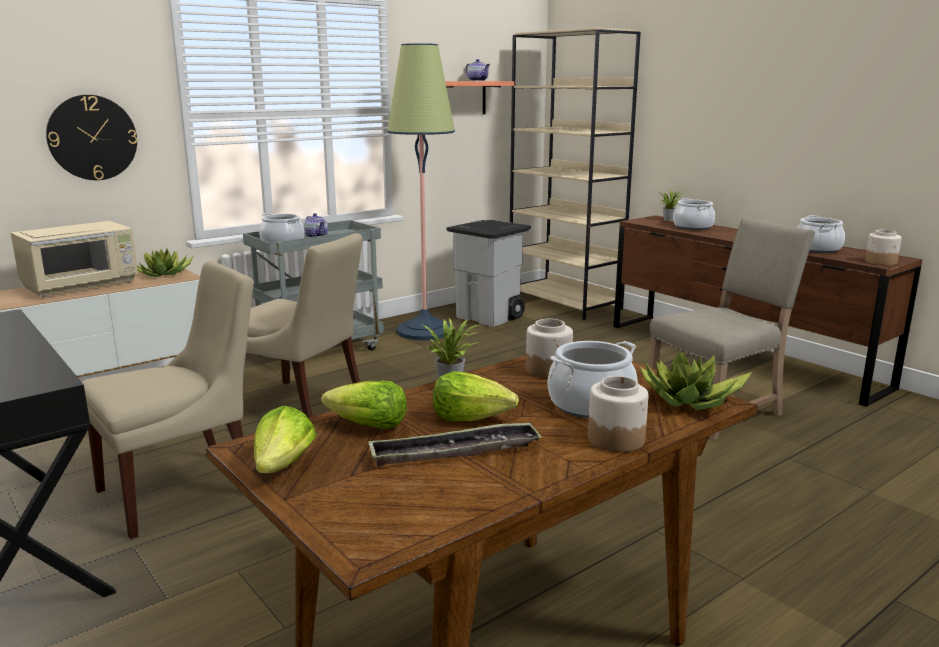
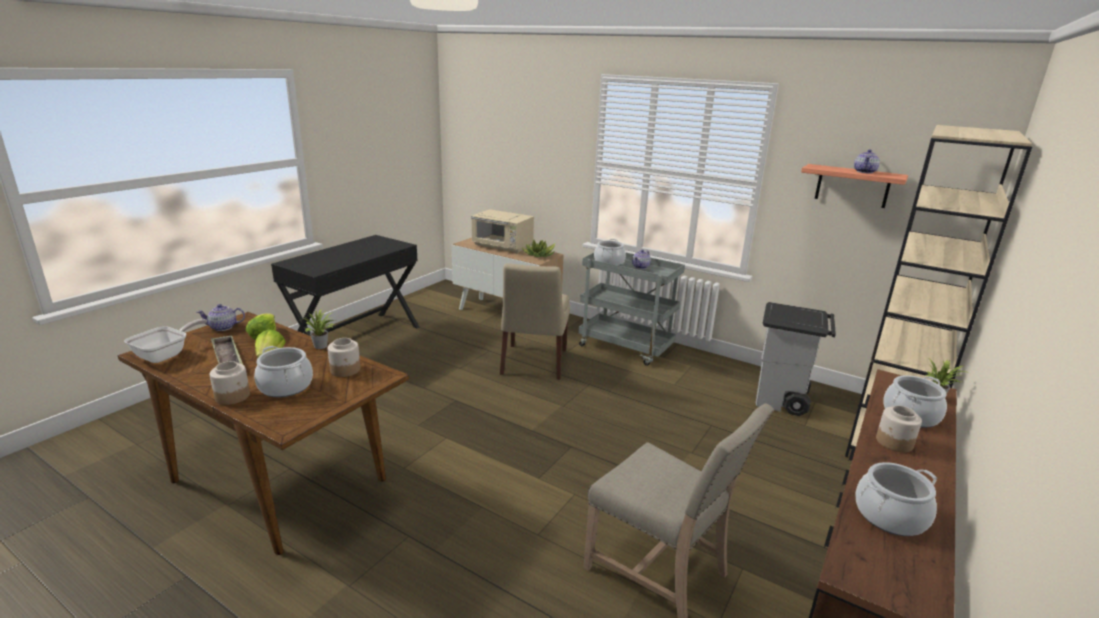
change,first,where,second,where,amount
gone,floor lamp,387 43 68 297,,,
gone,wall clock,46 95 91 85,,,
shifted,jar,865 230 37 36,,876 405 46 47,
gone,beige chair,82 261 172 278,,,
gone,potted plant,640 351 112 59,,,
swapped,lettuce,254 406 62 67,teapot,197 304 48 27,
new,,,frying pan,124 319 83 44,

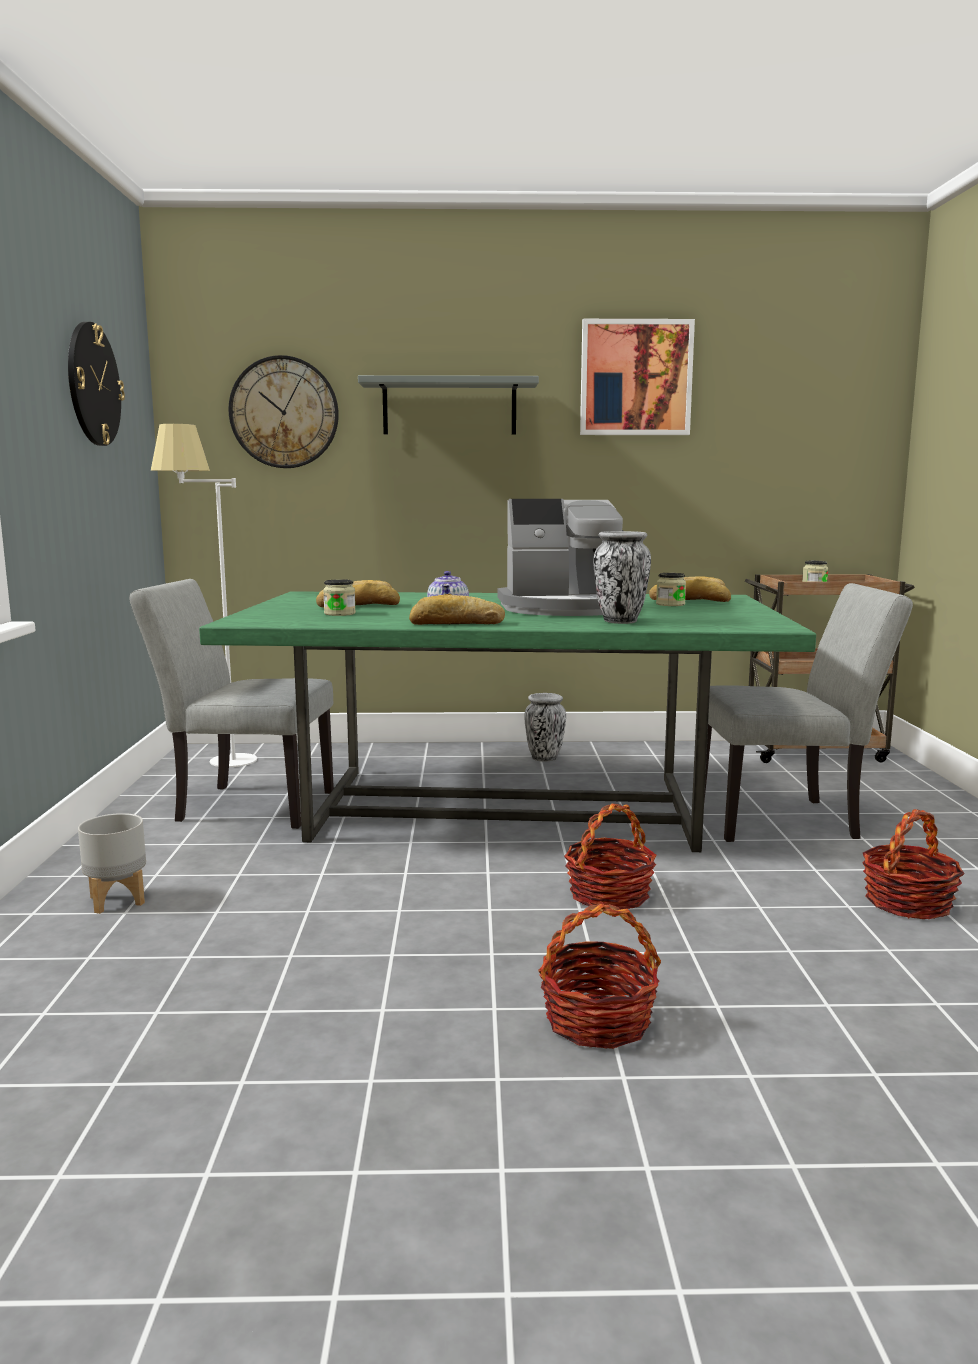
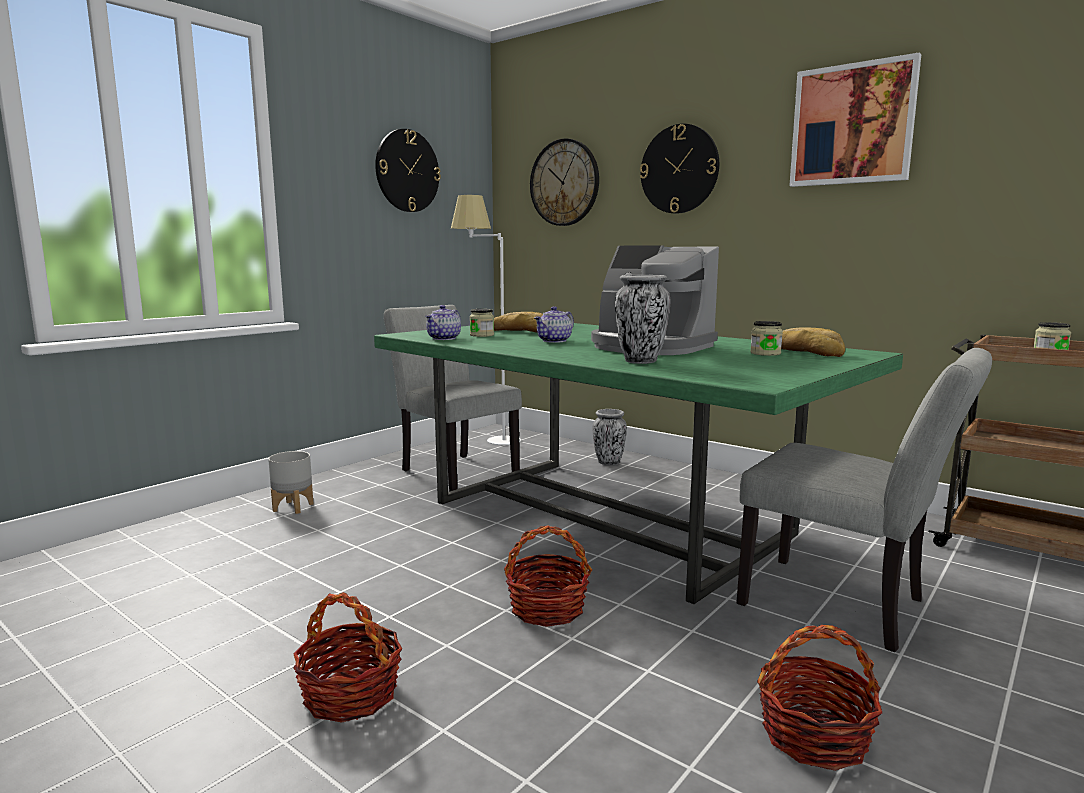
change,first,where,second,where,amount
swapped,grey shelf,358 375 181 60,wall clock,640 124 79 90,
gone,bread,409 594 96 31,,,
shifted,vase,524 693 42 69,,593 409 34 56,
new,,,teapot,425 305 36 35,

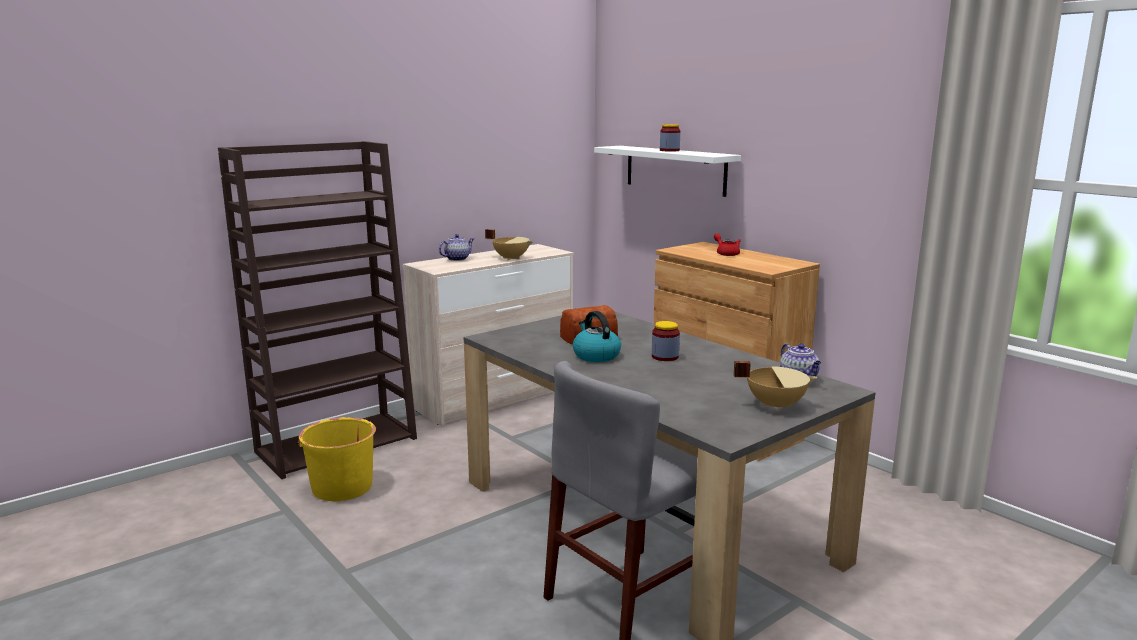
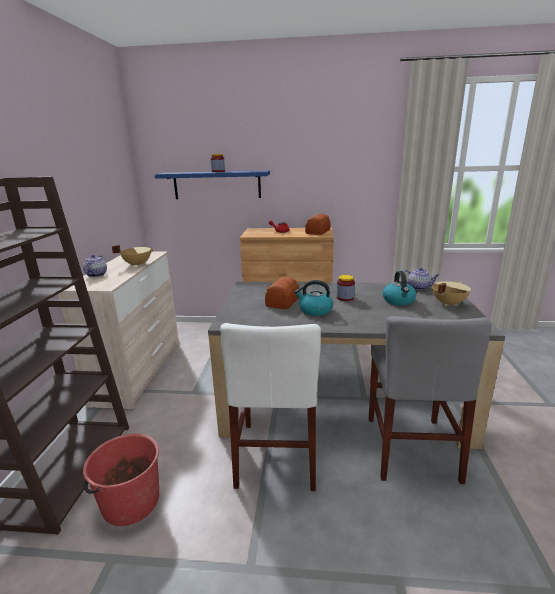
change,first,where,second,where,amount
repainted,white shelf,594 146 147 51,blue shelf,155 170 115 29,
repainted,yellow bucket,296 417 81 84,red bucket,83 434 76 92,
new,,,bread,305 214 26 21,
new,,,kettle,383 271 33 35,
new,,,white chair,220 323 101 168,

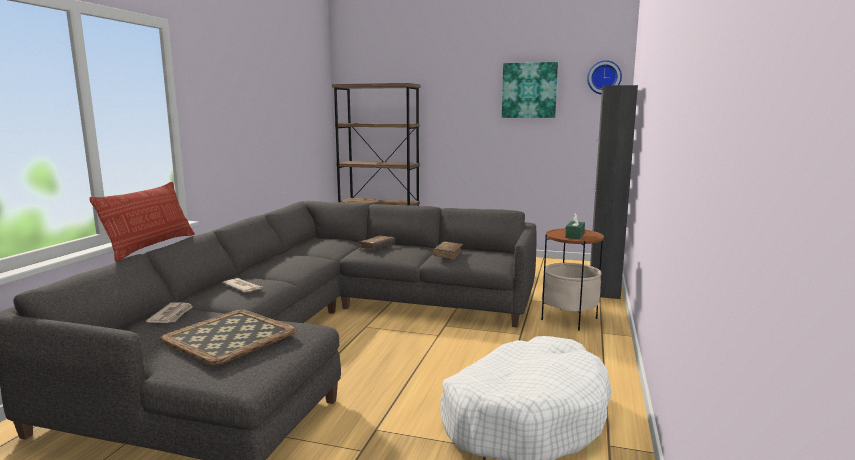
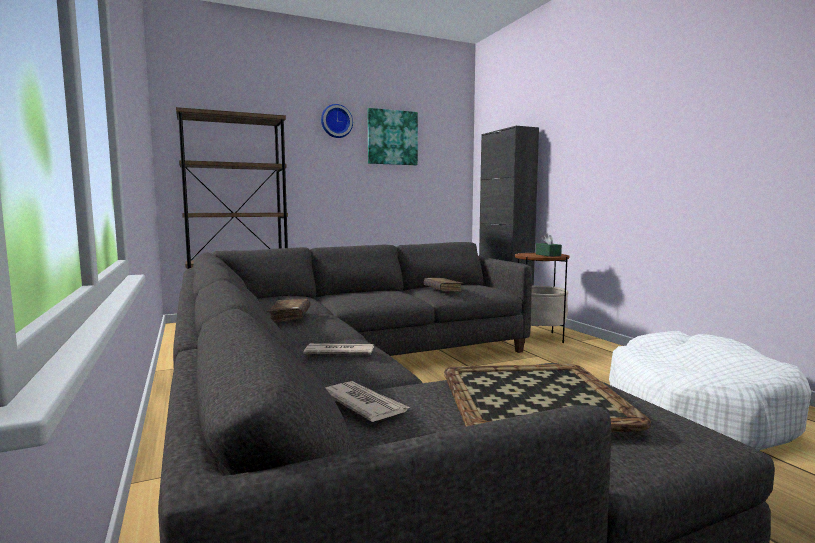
change,first,where,second,where,amount
shifted,wall clock,587 60 35 35,,321 104 32 34,
gone,pillow,89 182 106 80,,,
shifted,brown book,357 235 38 15,,267 299 43 24,

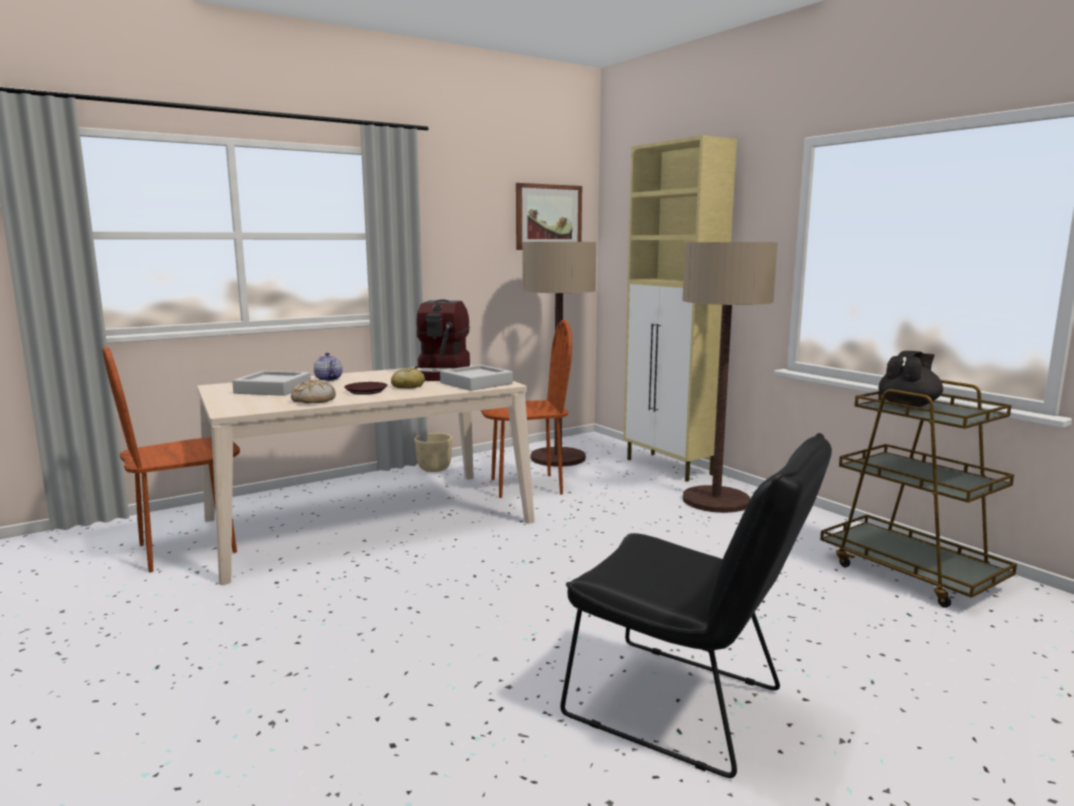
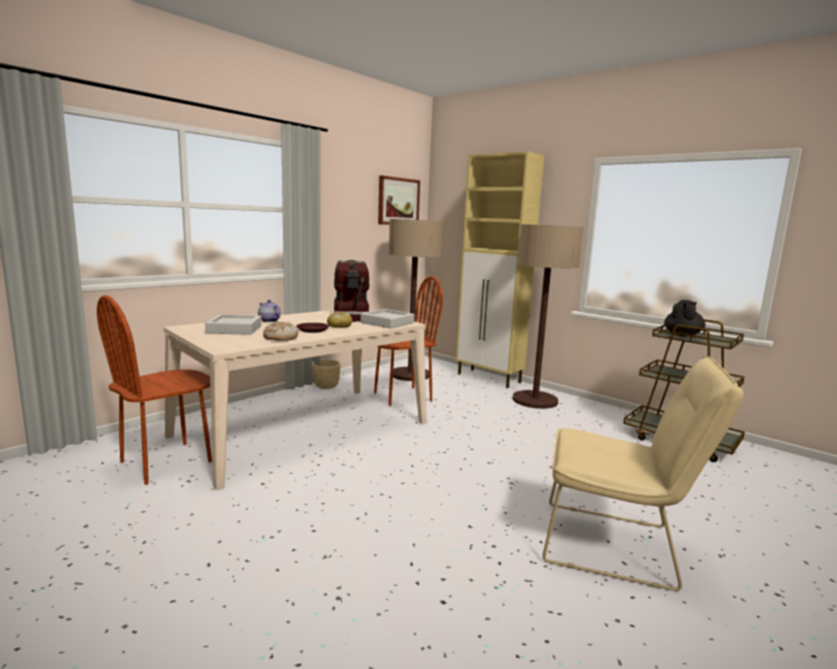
change,first,where,second,where,amount
repainted,black chair,560 433 272 345,beige chair,543 356 200 235,

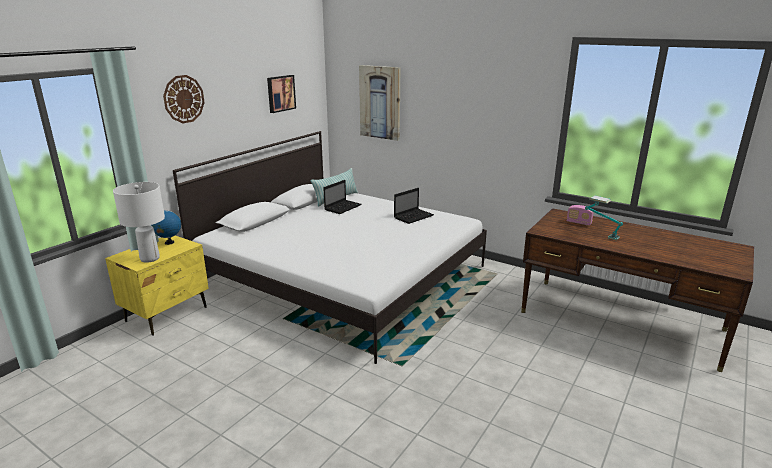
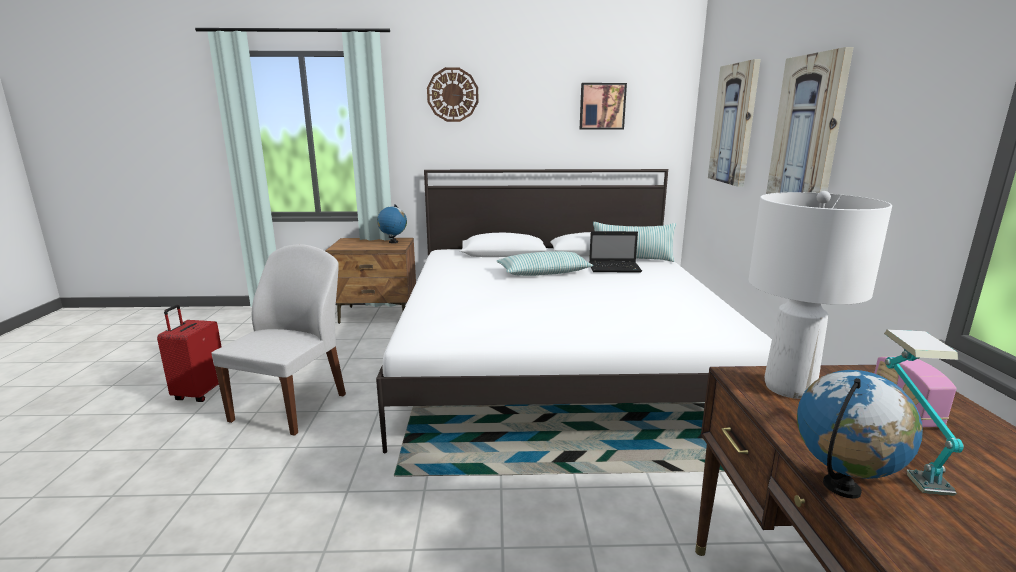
change,first,where,second,where,amount
shifted,white table lamp,113 182 52 81,,749 191 143 208,
gone,laptop,394 188 40 36,,,
repainted,yellow nightstand,105 235 104 101,brown nightstand,325 238 91 86,
new,,,picture,766 47 88 147,
new,,,white chair,211 244 135 192,
new,,,pillow,497 251 97 25,
new,,,red suitcase,157 305 64 97,
new,,,globe,797 370 126 129,

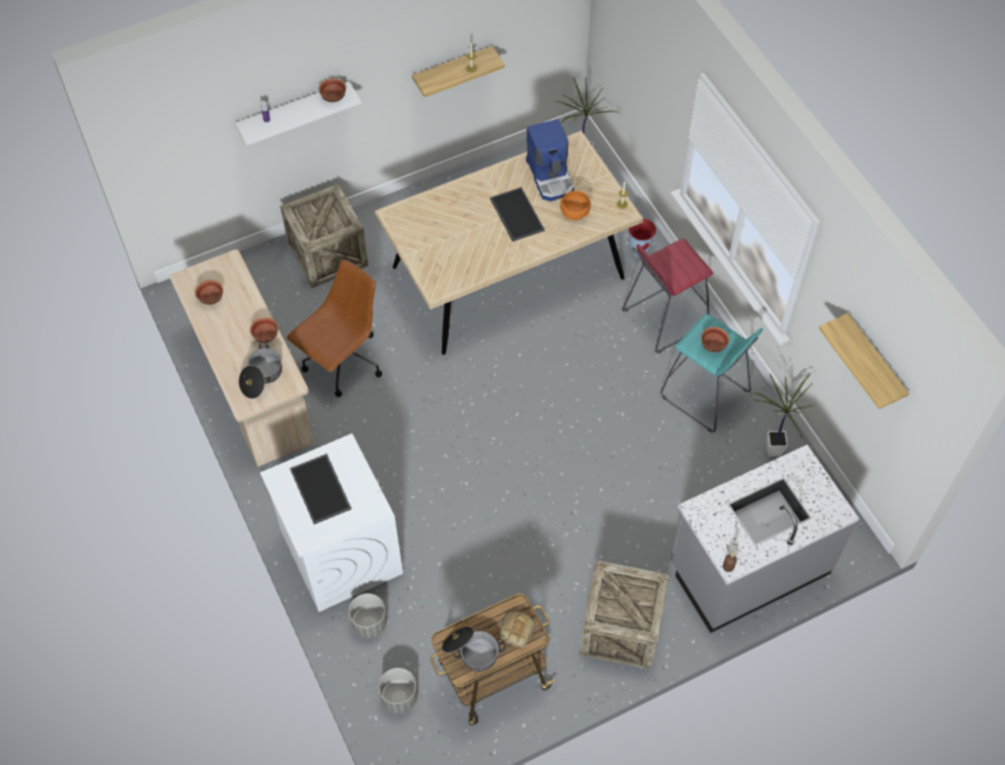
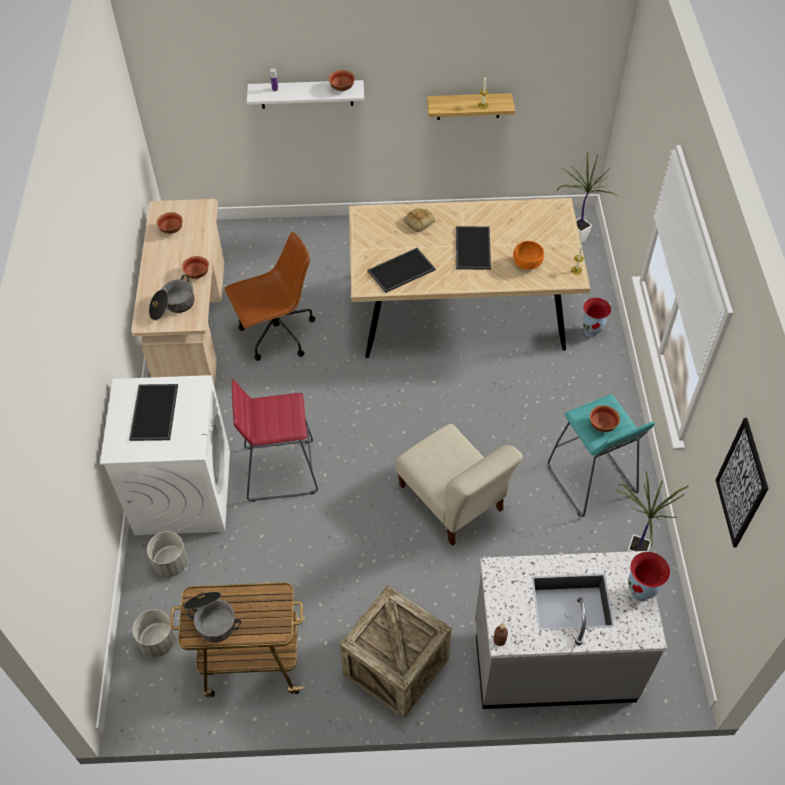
change,first,where,second,where,amount
gone,coffee machine,526 119 48 82,,,
gone,crate,280 184 88 104,,,
shifted,red stool,622 238 91 115,,232 379 86 123,
swapped,shelf,819 313 90 96,picture,716 418 53 129,
shifted,bread,499 612 36 36,,404 209 31 23,
new,,,tray,368 248 68 45,
new,,,beige chair,396 424 127 122,
new,,,vase,628 552 42 50,

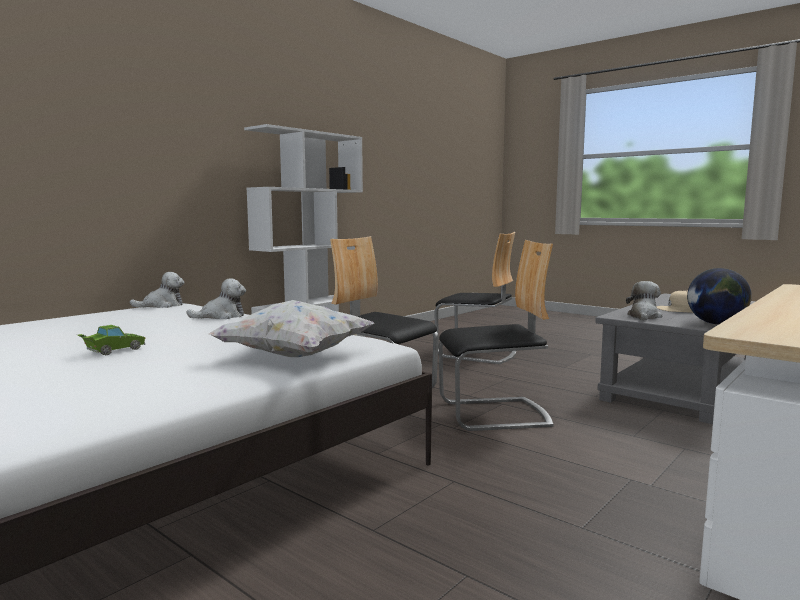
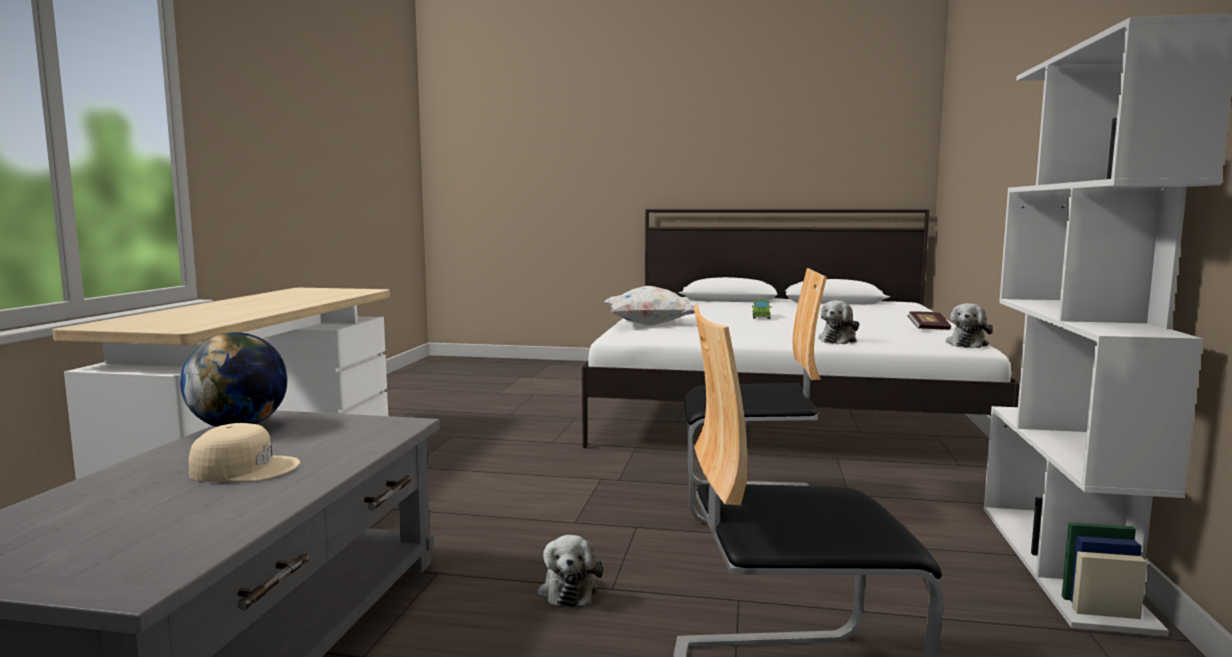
change,first,where,second,where,amount
gone,chair,439 240 115 191,,,
shifted,plush toy,626 281 36 40,,538 535 65 72,
new,,,book,907 311 44 19,

